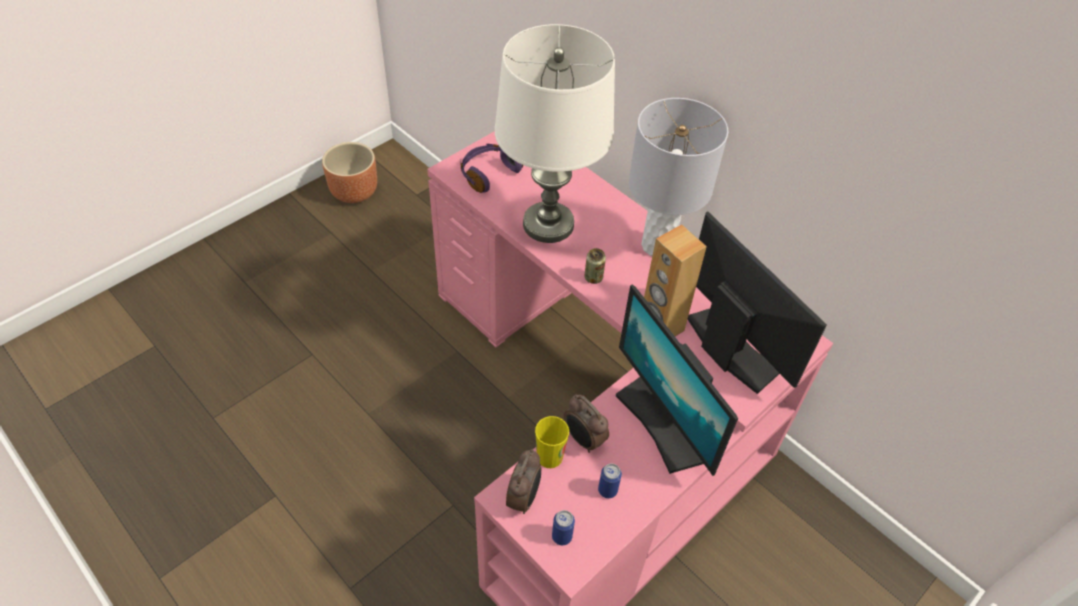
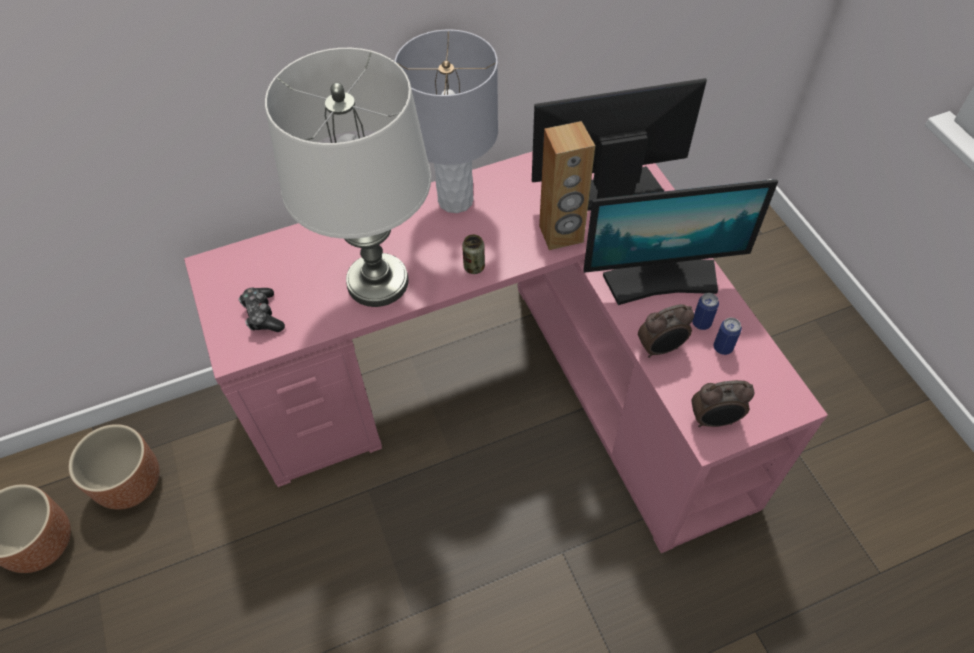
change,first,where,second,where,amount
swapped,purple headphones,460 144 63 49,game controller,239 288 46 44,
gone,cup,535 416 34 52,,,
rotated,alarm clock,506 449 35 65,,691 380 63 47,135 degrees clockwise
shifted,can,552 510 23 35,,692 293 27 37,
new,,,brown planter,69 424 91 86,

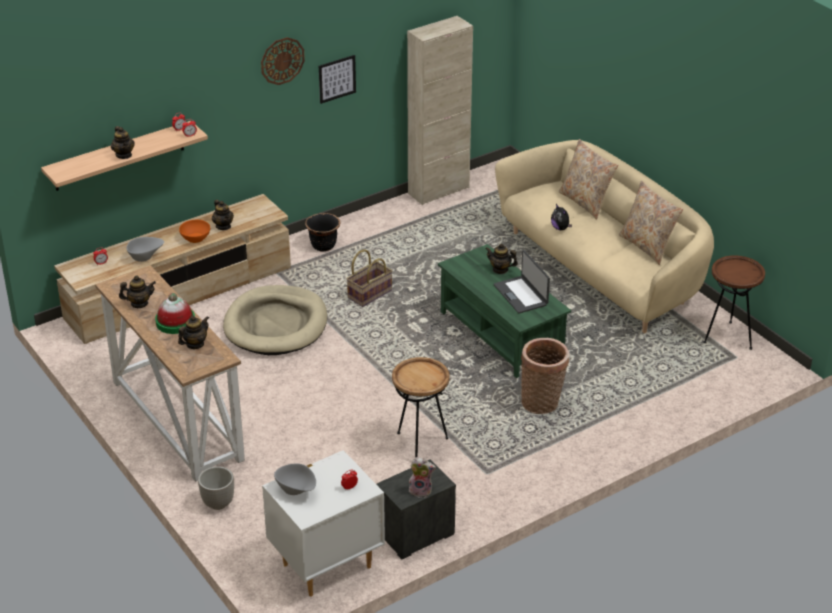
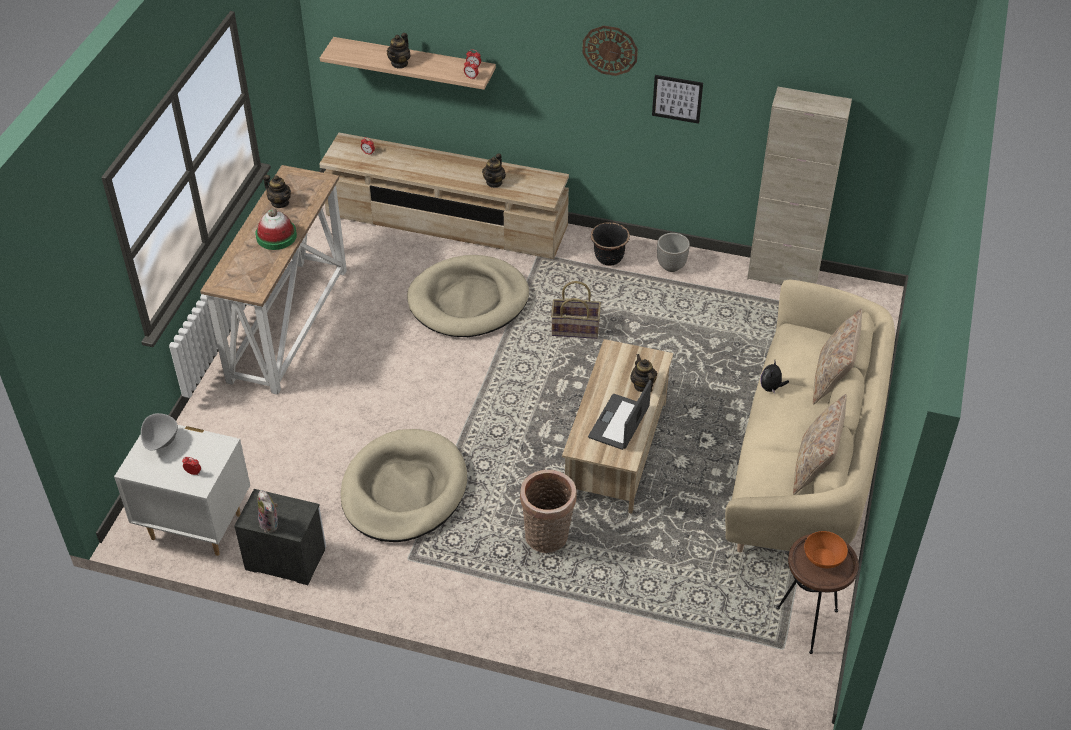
change,first,where,second,where,amount
shifted,orange bowl,179 220 31 23,,804 531 44 37,
gone,grey bowl,127 237 37 25,,,
repainted,green coffee table,438 244 133 134,beige coffee table,562 339 111 174,
gone,teapot,178 316 31 33,,,
swapped,brown side table,392 357 58 101,beige dog bed,340 429 127 113,
shifted,planter,198 466 36 44,,657 233 33 39,

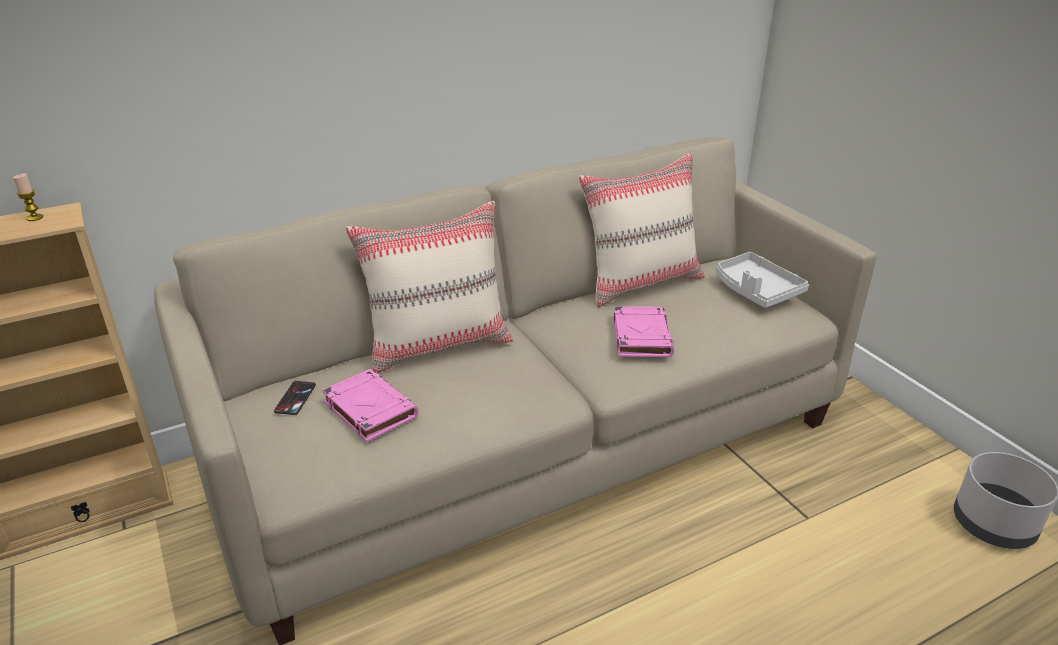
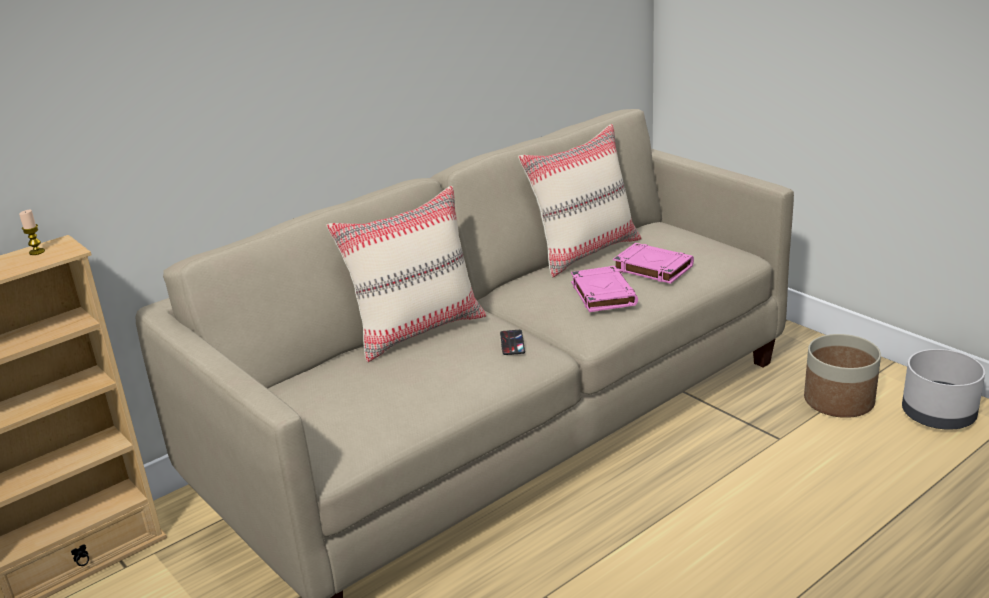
change,first,where,second,where,amount
gone,grey tray,716 252 93 56,,,
shifted,pink book,322 369 97 73,,613 243 81 41,
shifted,phone,274 381 42 34,,500 330 25 25,
new,,,planter,804 334 77 84,

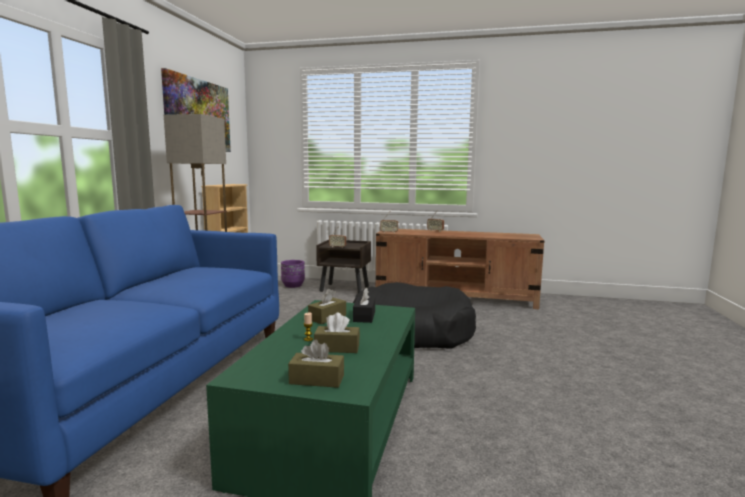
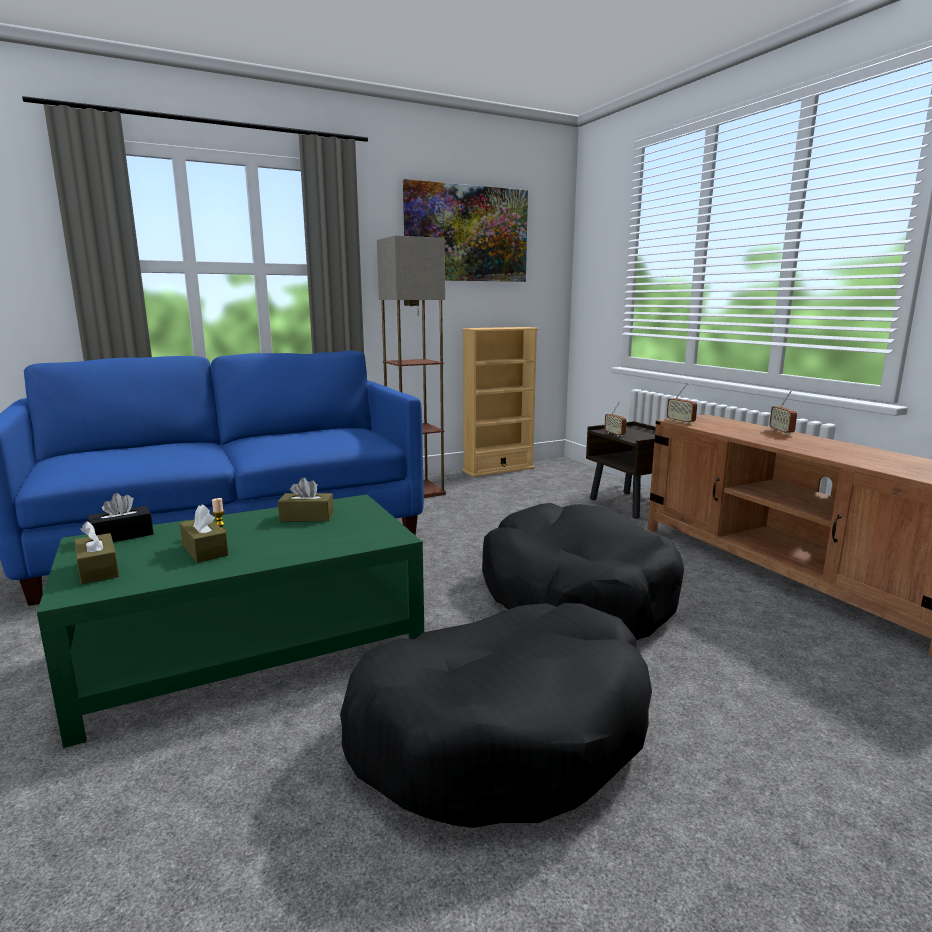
change,first,where,second,where,amount
gone,purple planter,281 260 24 28,,,
shifted,black tissue box,353 288 22 35,,87 493 67 49,
new,,,black dog bed,340 603 312 225,

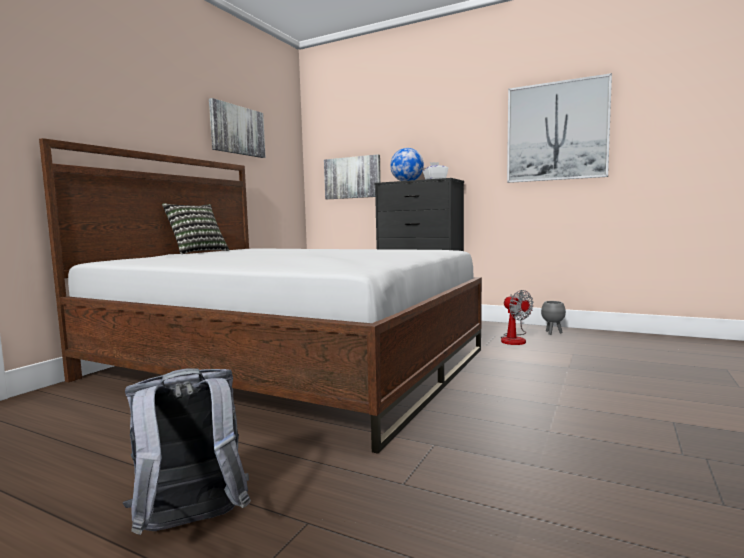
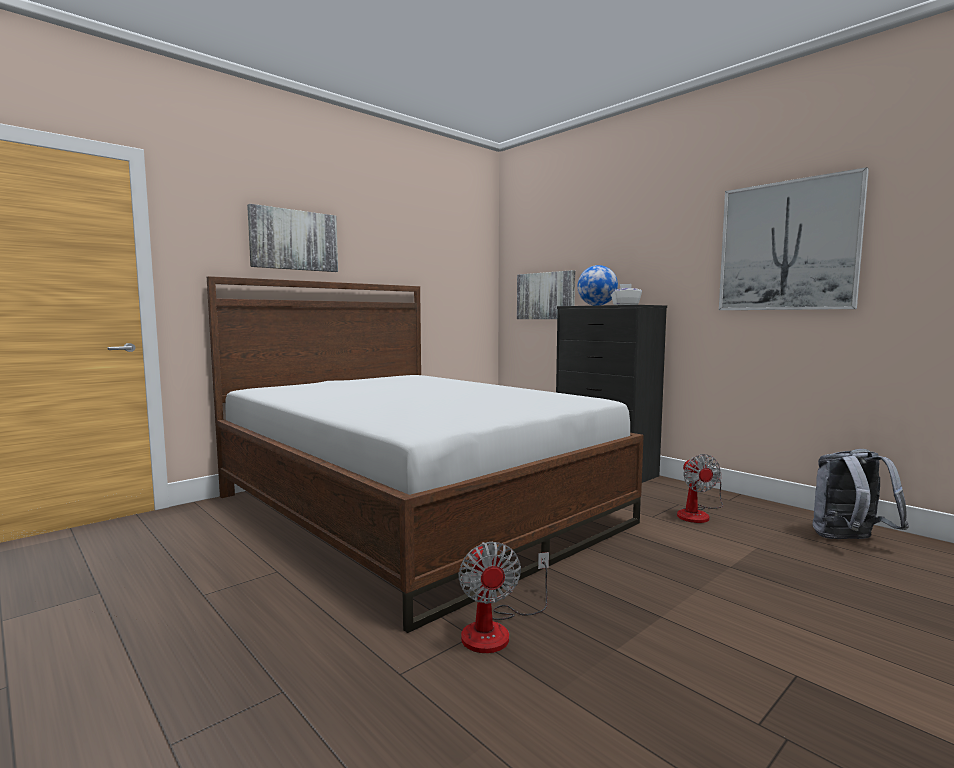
change,first,where,second,where,amount
shifted,picture,209 98 56 60,,247 204 91 68,
gone,pillow,162 203 67 51,,,
gone,grey planter,541 301 25 34,,,
shifted,grey backpack,123 368 128 167,,813 449 96 90,
new,,,fan,458 542 91 111,

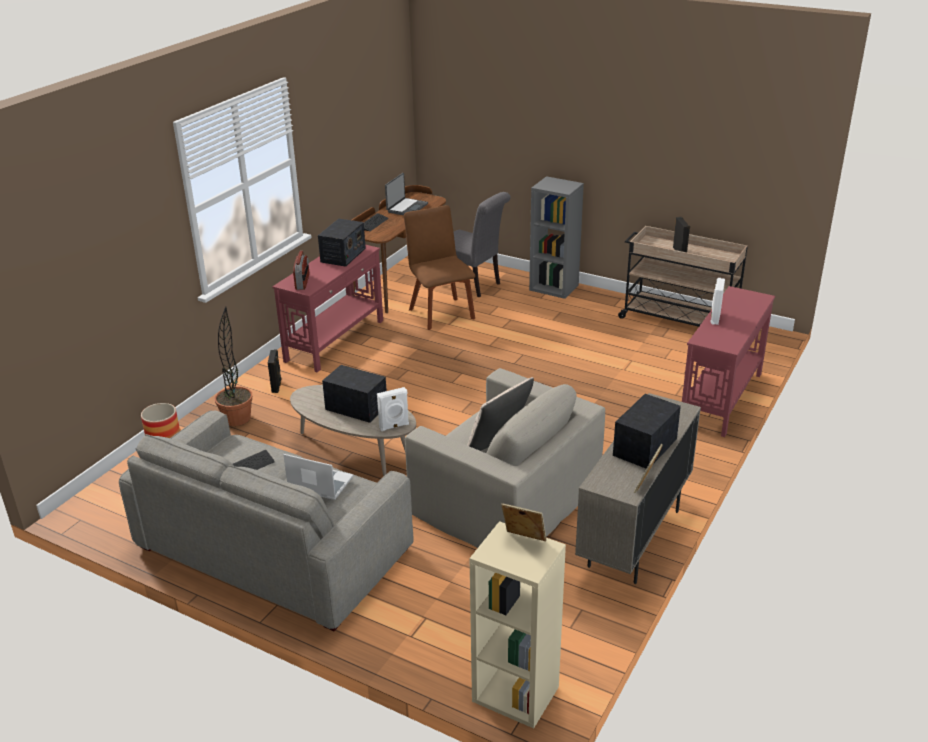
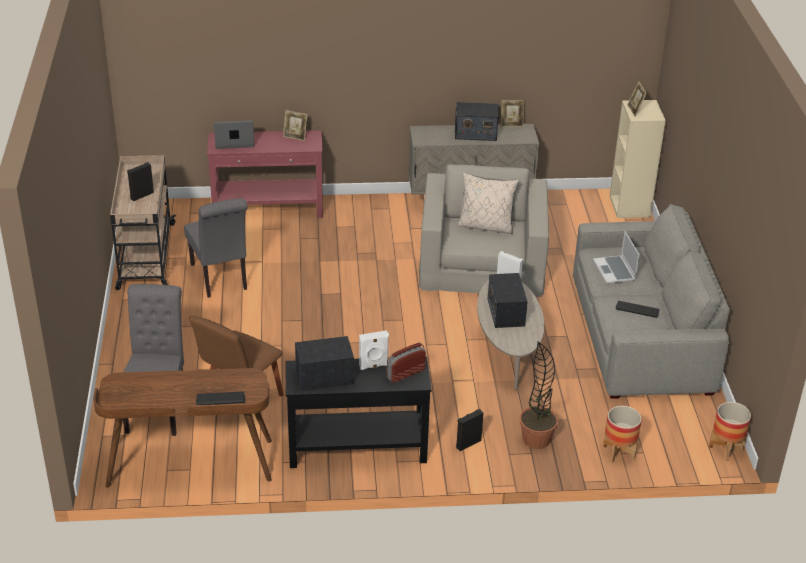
change,first,where,second,where,amount
shifted,laptop,385 173 43 42,,214 120 40 29,
gone,grey bookcase,529 176 55 123,,,
repainted,red console table,272 245 111 127,black console table,285 356 147 112,
shifted,white speaker,710 278 15 47,,359 330 30 40,
new,,,picture frame,283 110 25 31,
new,,,grey chair,184 198 64 100,
new,,,planter,709 402 42 59,

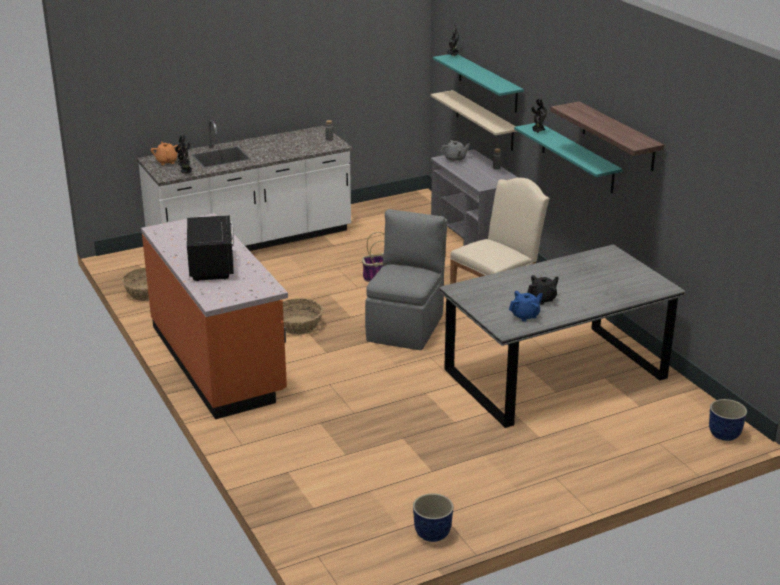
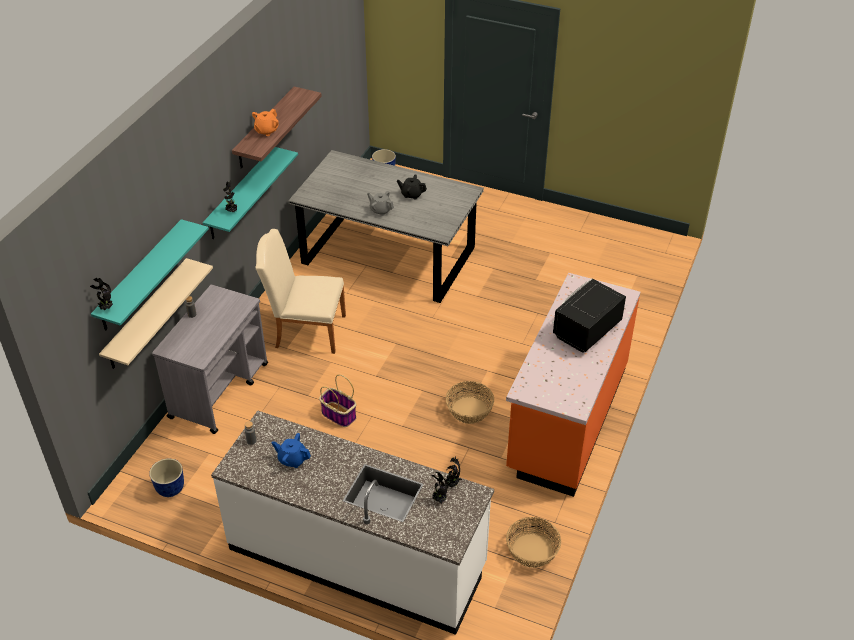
change,first,where,second,where,amount
shifted,grey teapot,440 140 30 23,,367 191 27 25,
shifted,orange teapot,151 142 29 23,,252 109 27 27,
gone,grey chair,365 209 82 141,,,
shifted,blue teapot,509 291 34 31,,272 433 39 35,
shifted,planter,413 494 40 48,,149 459 35 38,

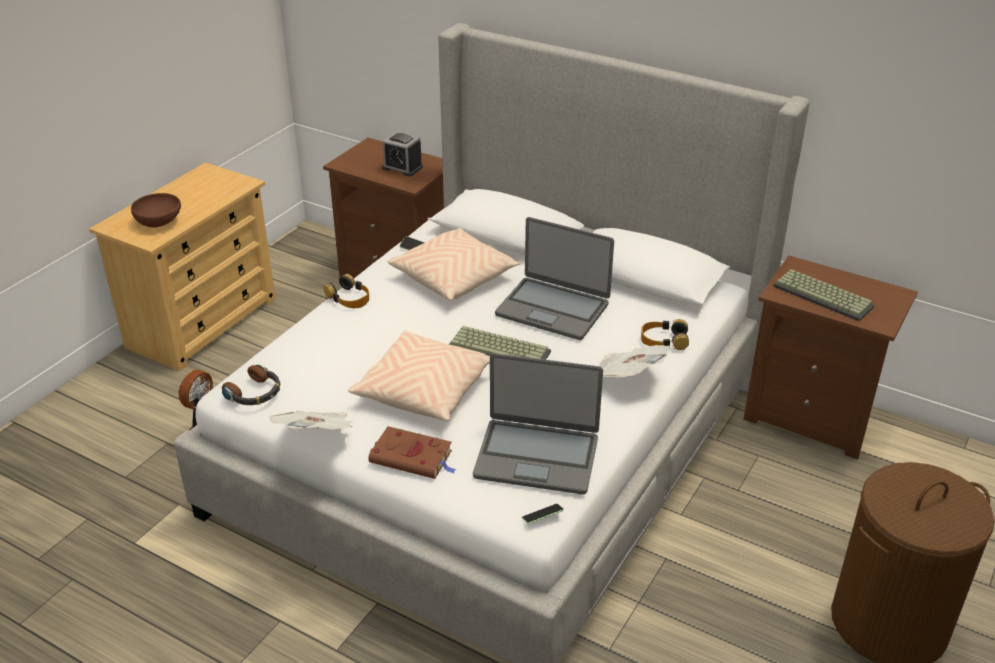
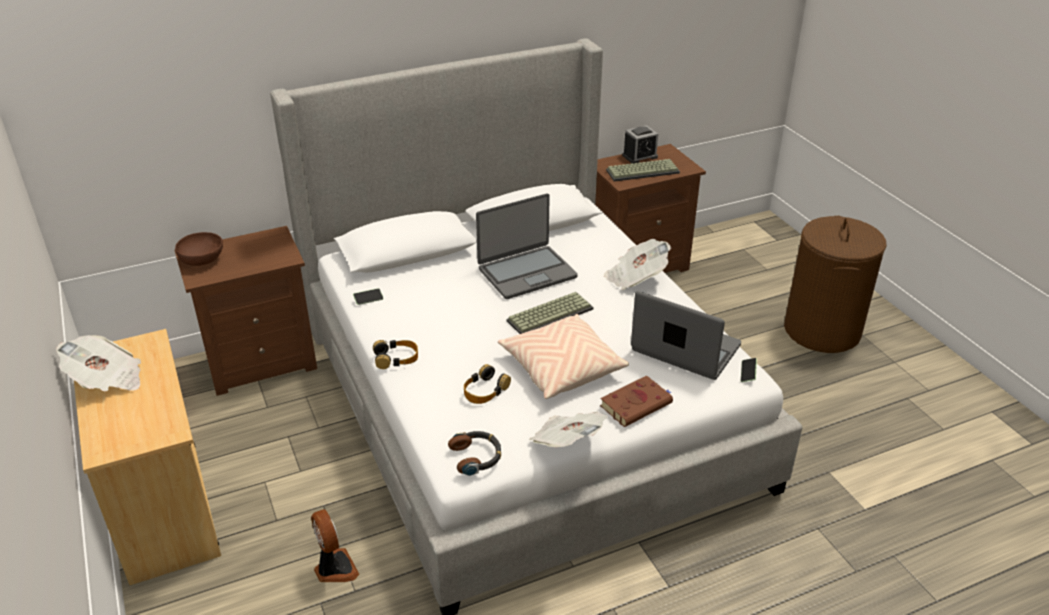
change,first,where,second,where,amount
shifted,alarm clock,382 132 41 44,,622 125 36 39,
shifted,brown bowl,131 193 50 35,,175 232 48 34,
gone,beige pillow,387 228 133 73,,,
shifted,headphones,641 319 48 31,,464 364 47 40,
rotated,laptop,473 353 130 141,,631 291 110 89,105 degrees counterclockwise
new,,,newspaper,56 335 85 56,

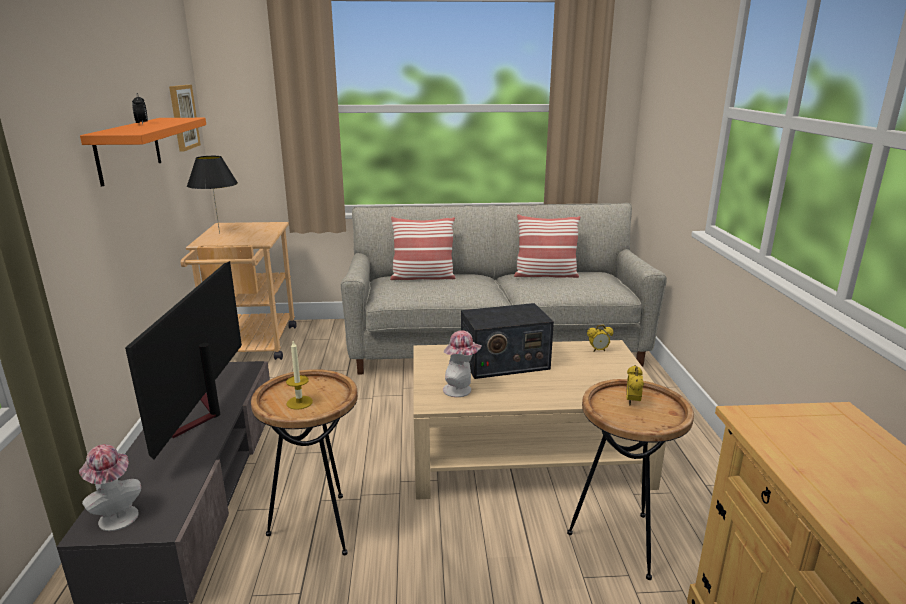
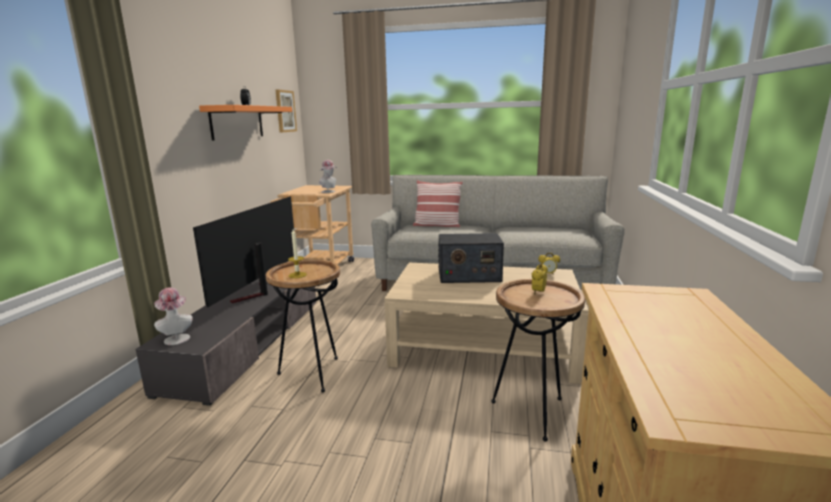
change,first,where,second,where,amount
gone,black table lamp,187 156 51 77,,,
gone,pillow,514 214 67 64,,,
shifted,hat,443 330 39 67,,319 160 18 33,

